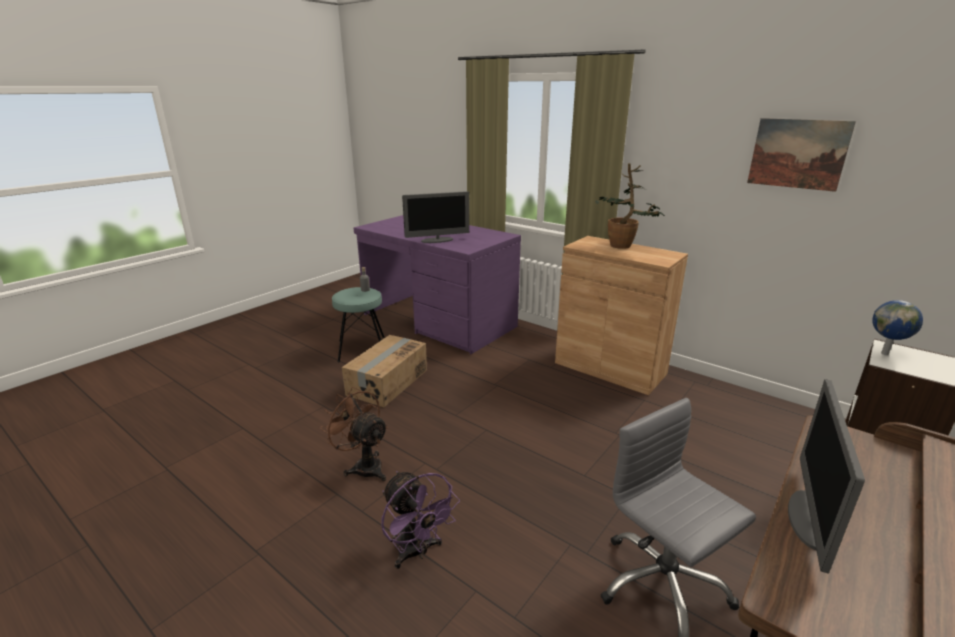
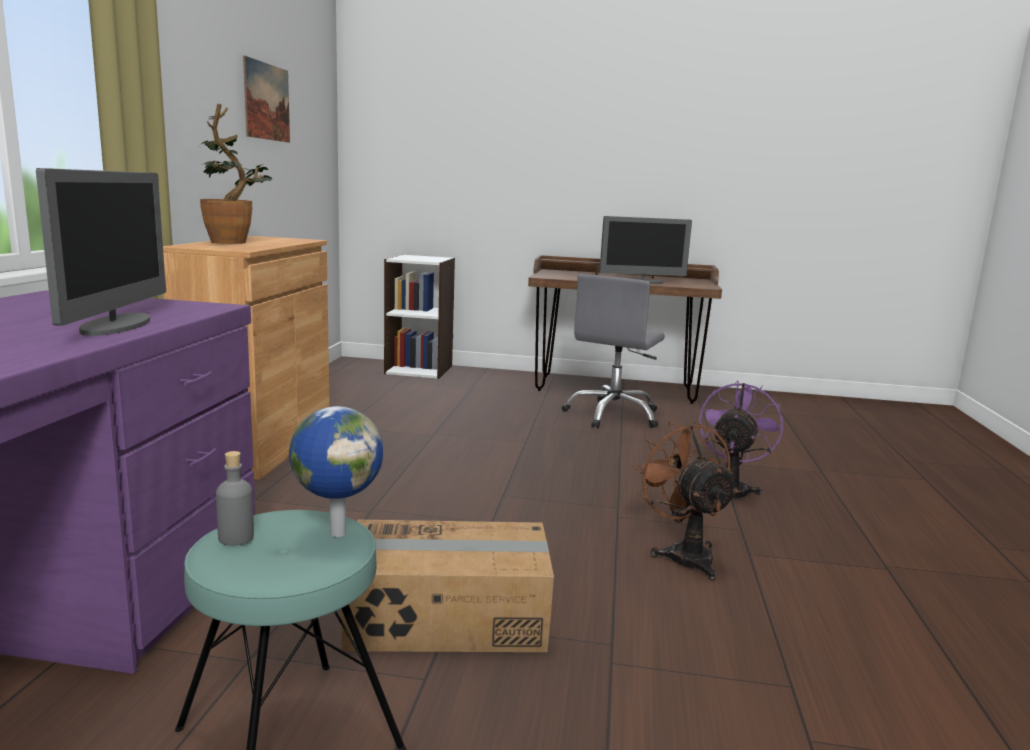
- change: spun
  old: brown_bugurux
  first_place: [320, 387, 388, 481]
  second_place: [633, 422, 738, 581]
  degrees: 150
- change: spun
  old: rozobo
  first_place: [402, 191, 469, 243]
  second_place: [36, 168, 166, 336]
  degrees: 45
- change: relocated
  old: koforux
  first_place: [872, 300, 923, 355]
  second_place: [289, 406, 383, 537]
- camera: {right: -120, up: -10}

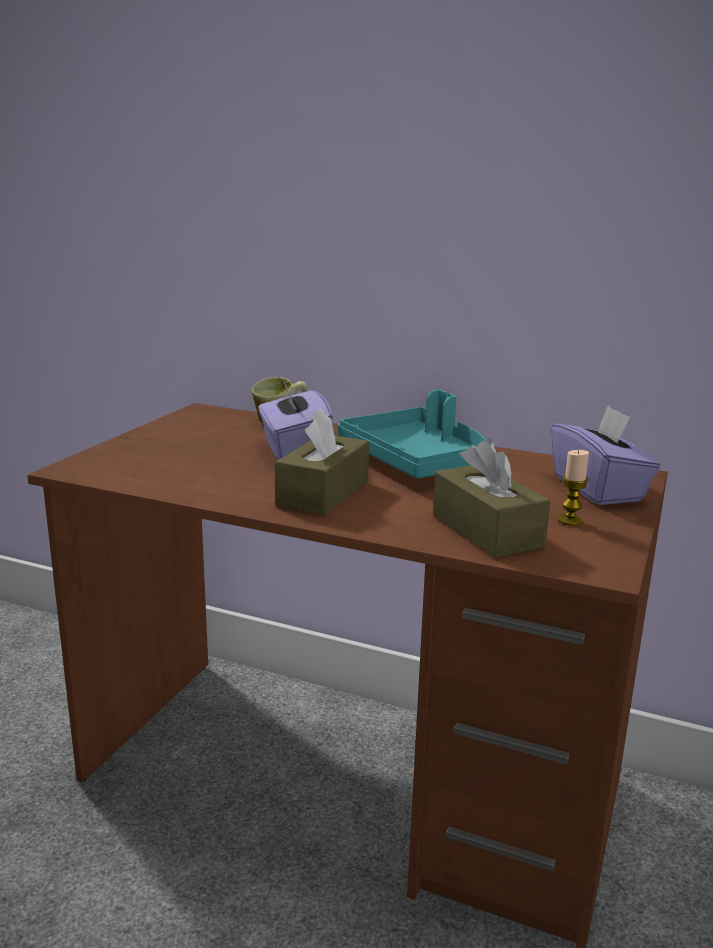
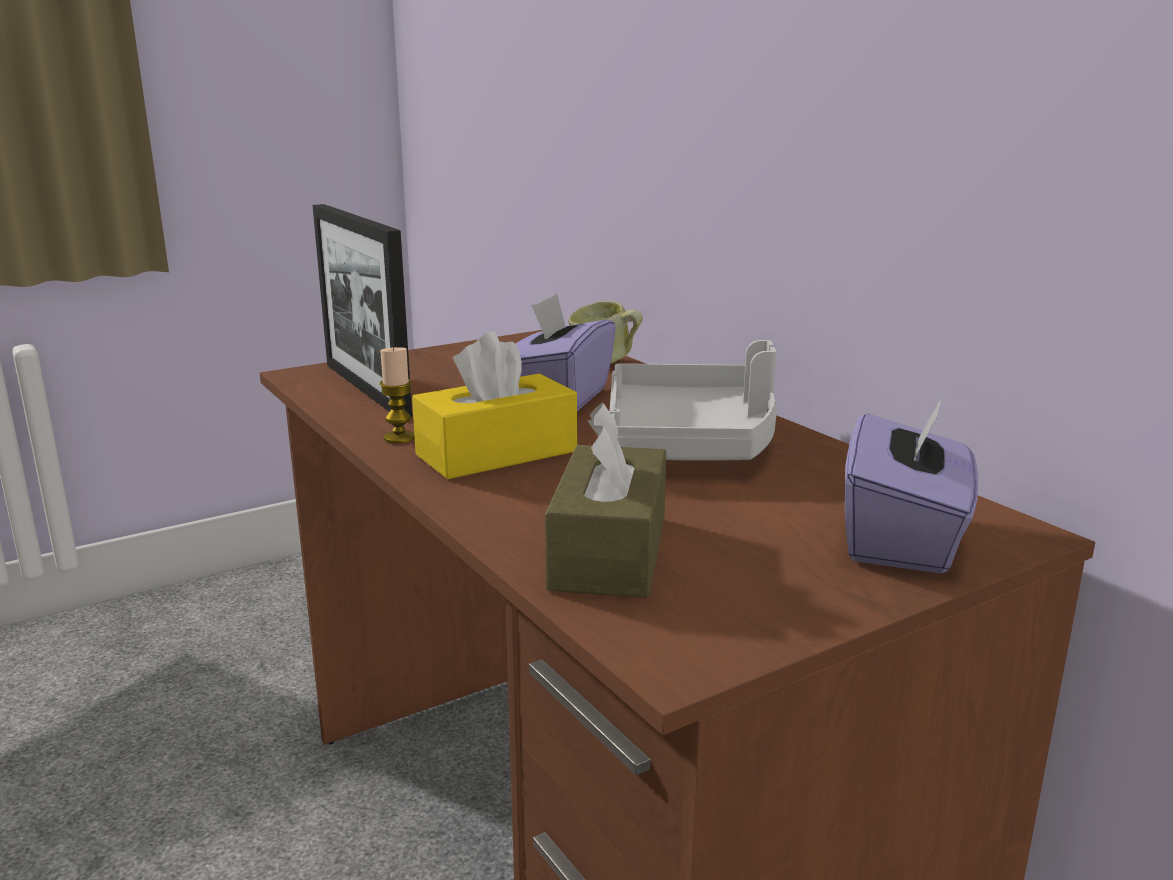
- change: colour
  old: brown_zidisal
  new: yellow_zidisal
  first_place: [275, 408, 369, 515]
  second_place: [412, 331, 577, 479]
- change: colour
  old: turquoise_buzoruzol
  new: grey_buzoruzol
  first_place: [338, 390, 485, 478]
  second_place: [609, 340, 777, 461]
- change: relocated
  old: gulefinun
  first_place: [558, 450, 589, 526]
  second_place: [379, 346, 415, 443]
- change: appeared
  new: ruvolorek
  second_place: [313, 204, 412, 418]
- camera: {right: 35, up: 0}

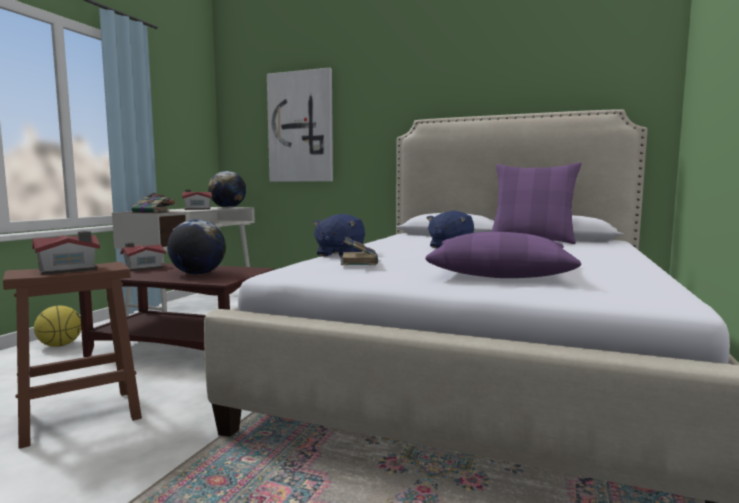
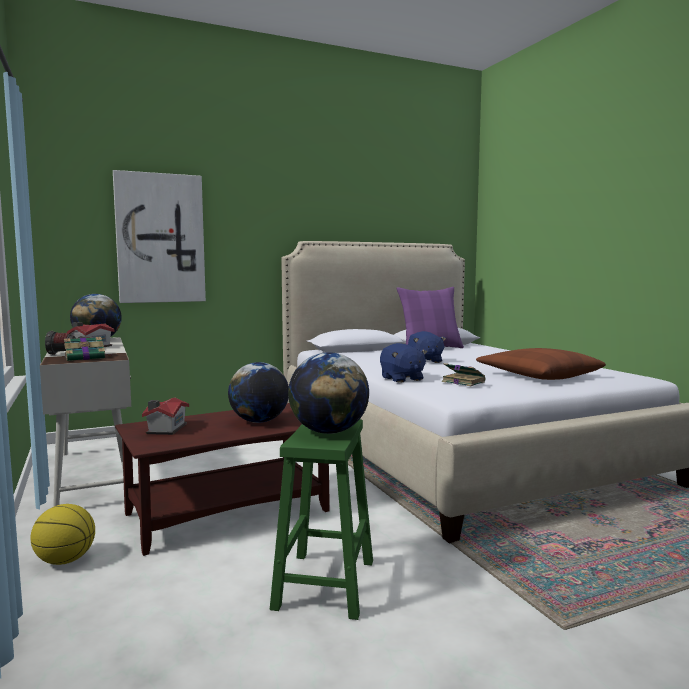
- change: colour
  old: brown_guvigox
  new: green_guvigox
  first_place: [3, 262, 142, 449]
  second_place: [270, 419, 373, 620]
- change: exchanged
  old: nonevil
  new: koforux
  first_place: [32, 231, 100, 275]
  second_place: [288, 352, 369, 434]
- change: colour
  old: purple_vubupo
  new: brown_vubupo
  first_place: [425, 232, 581, 278]
  second_place: [476, 348, 606, 380]
- camera: {right: -45, up: 0}

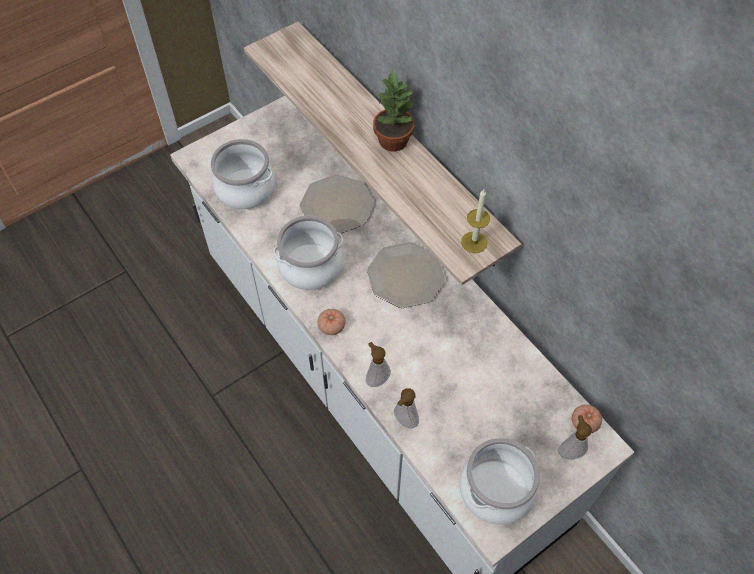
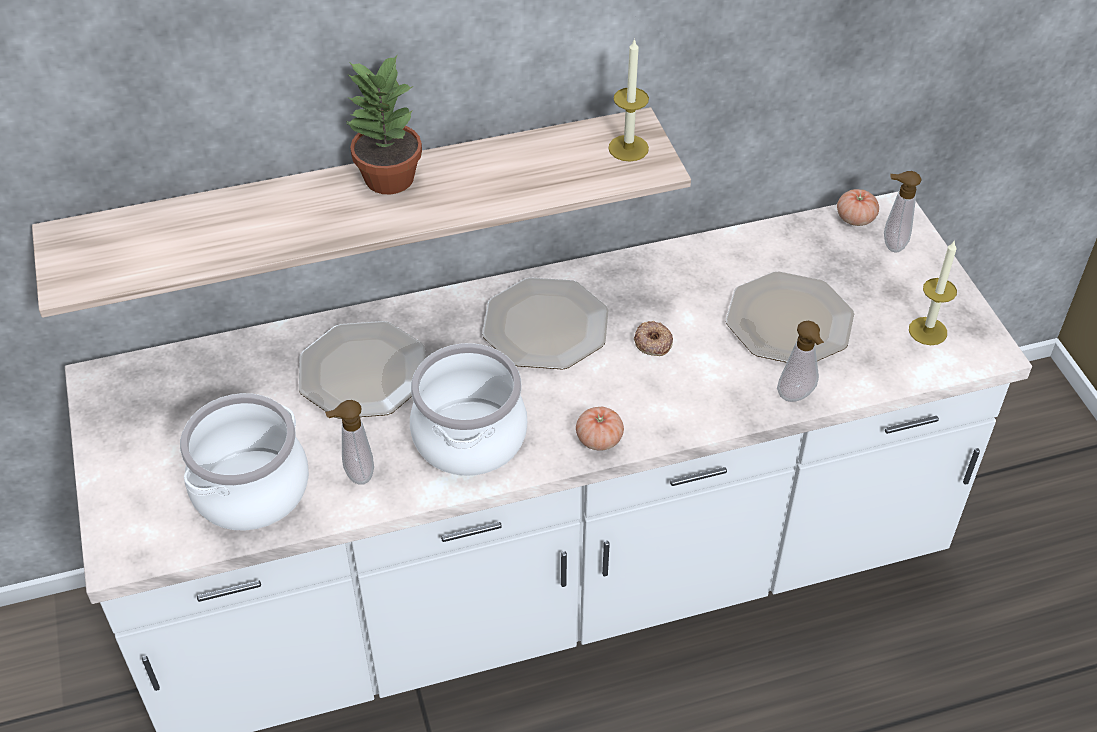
- change: relocated
  old: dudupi
  first_place: [366, 342, 391, 387]
  second_place: [325, 400, 374, 485]
- change: exchanged
  old: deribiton
  new: gulefinun
  first_place: [460, 438, 540, 525]
  second_place: [909, 240, 957, 345]
- change: appeared
  new: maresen
  second_place: [634, 321, 673, 356]
- change: appeared
  new: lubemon
  second_place: [726, 272, 854, 363]
- camera: {right: -70, up: -10}

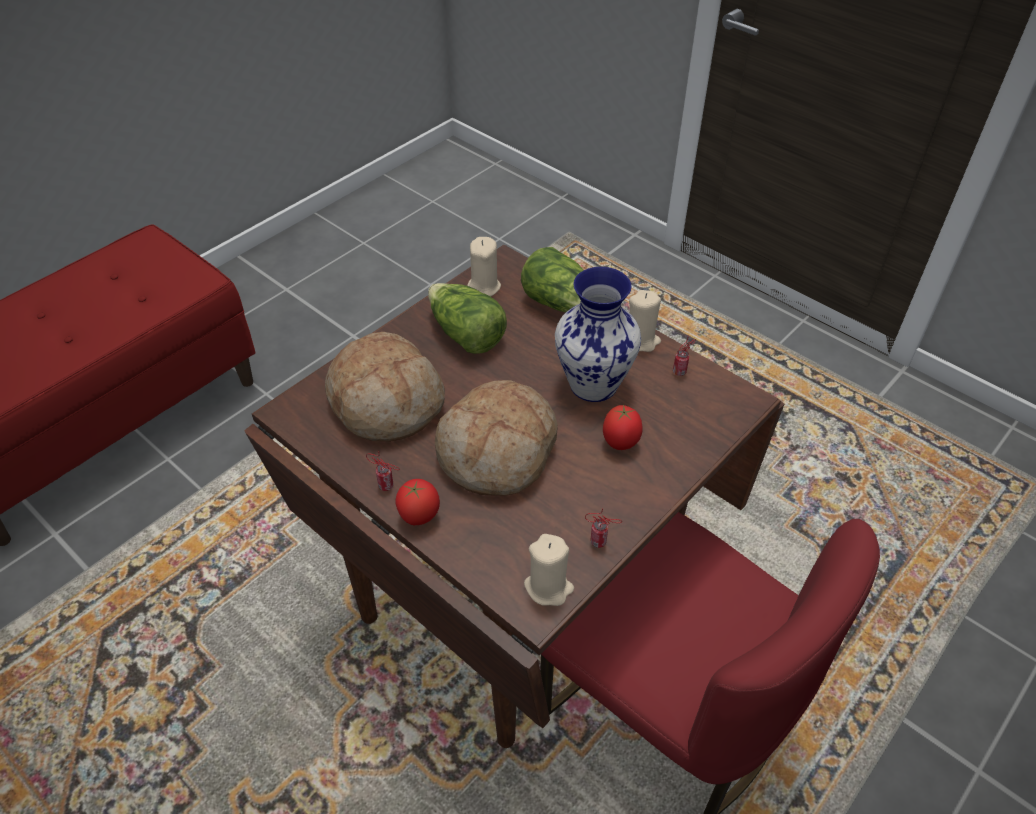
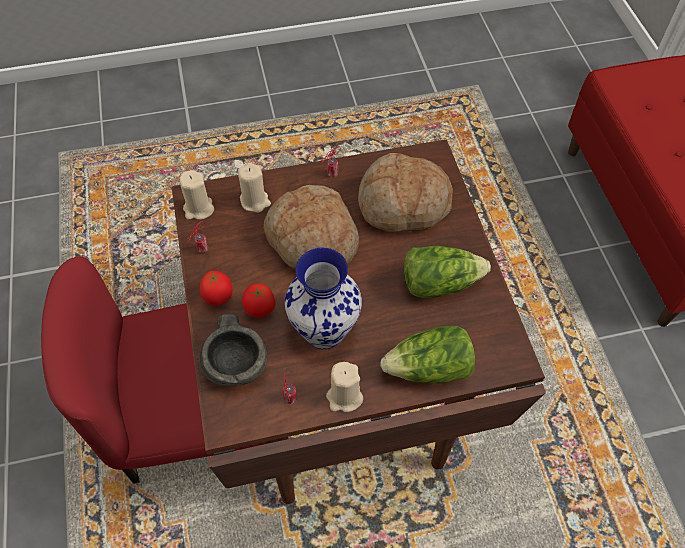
- change: relocated
  old: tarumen
  first_place: [395, 479, 440, 525]
  second_place: [200, 271, 232, 306]
- change: relocated
  old: beige_gulefinun
  first_place: [467, 237, 501, 297]
  second_place: [238, 163, 271, 213]
- change: appeared
  new: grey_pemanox
  second_place: [199, 314, 267, 387]
- camera: {right: 125, up: 10}

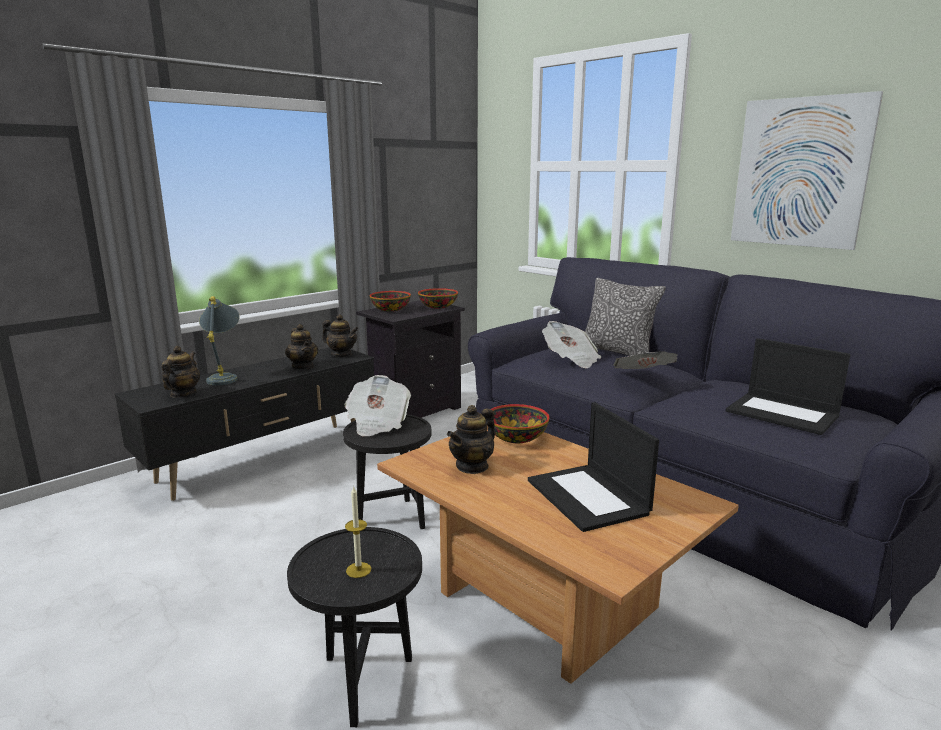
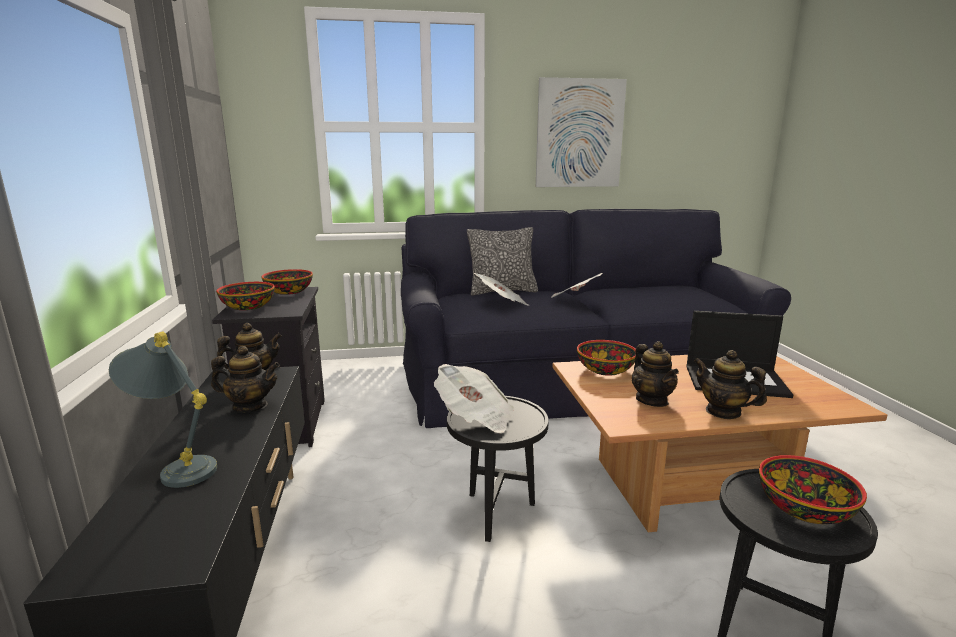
- change: relocated
  old: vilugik
  first_place: [162, 346, 200, 398]
  second_place: [694, 350, 767, 419]
- change: exchanged
  old: gulefinun
  new: pemanox
  first_place: [345, 487, 371, 578]
  second_place: [759, 455, 867, 524]
- change: missing
  old: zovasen
  first_place: [726, 338, 851, 435]
- camera: {right: -55, up: 0}

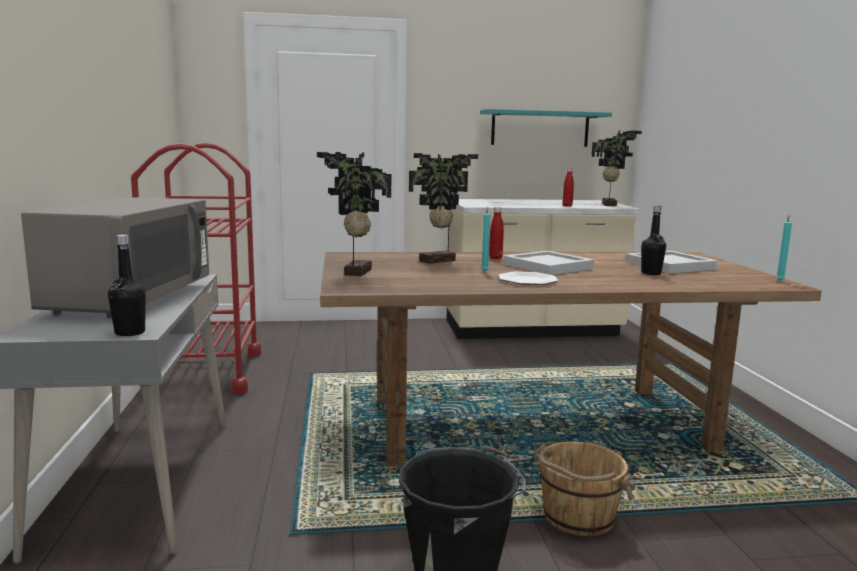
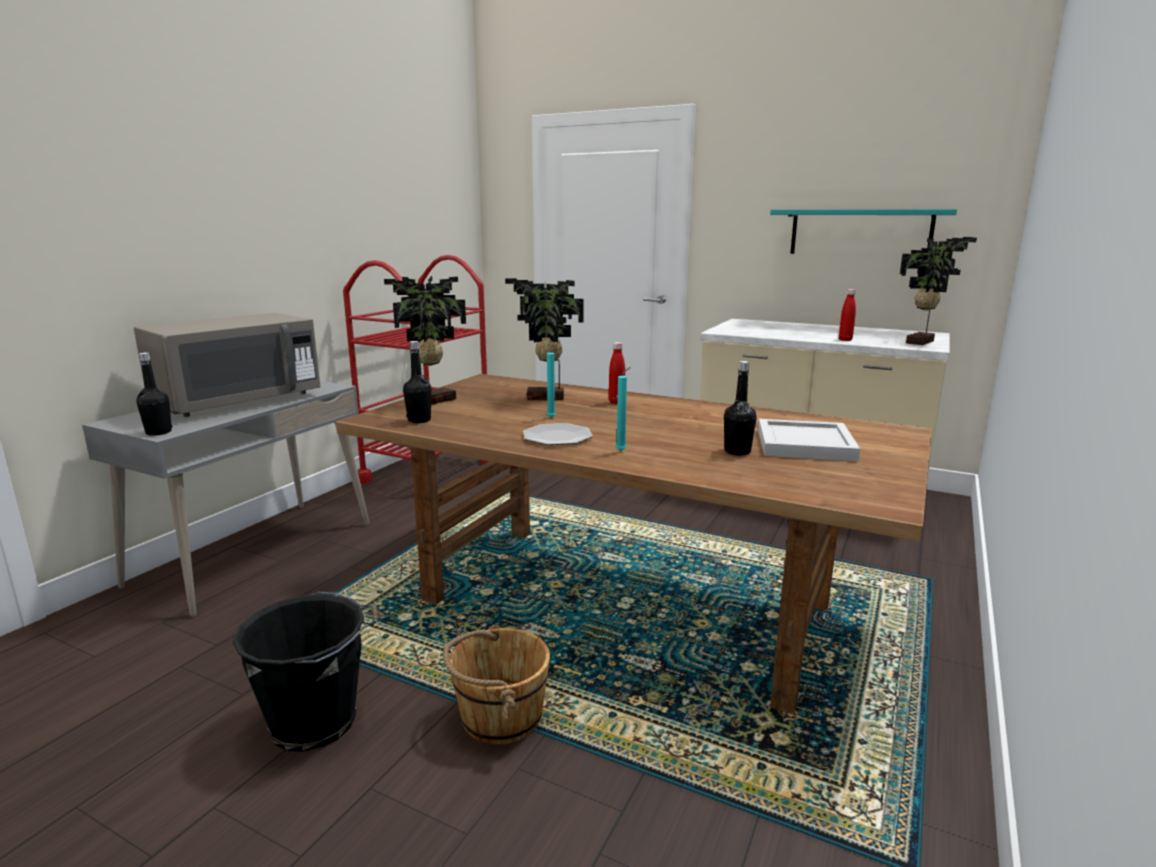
- change: missing
  old: white_buzoruzol
  first_place: [503, 251, 594, 275]
- change: relocated
  old: turquoise_gulefinun
  first_place: [776, 215, 792, 281]
  second_place: [616, 367, 631, 451]
- change: appeared
  new: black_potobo
  second_place: [403, 341, 432, 423]
- camera: {right: 35, up: 5}

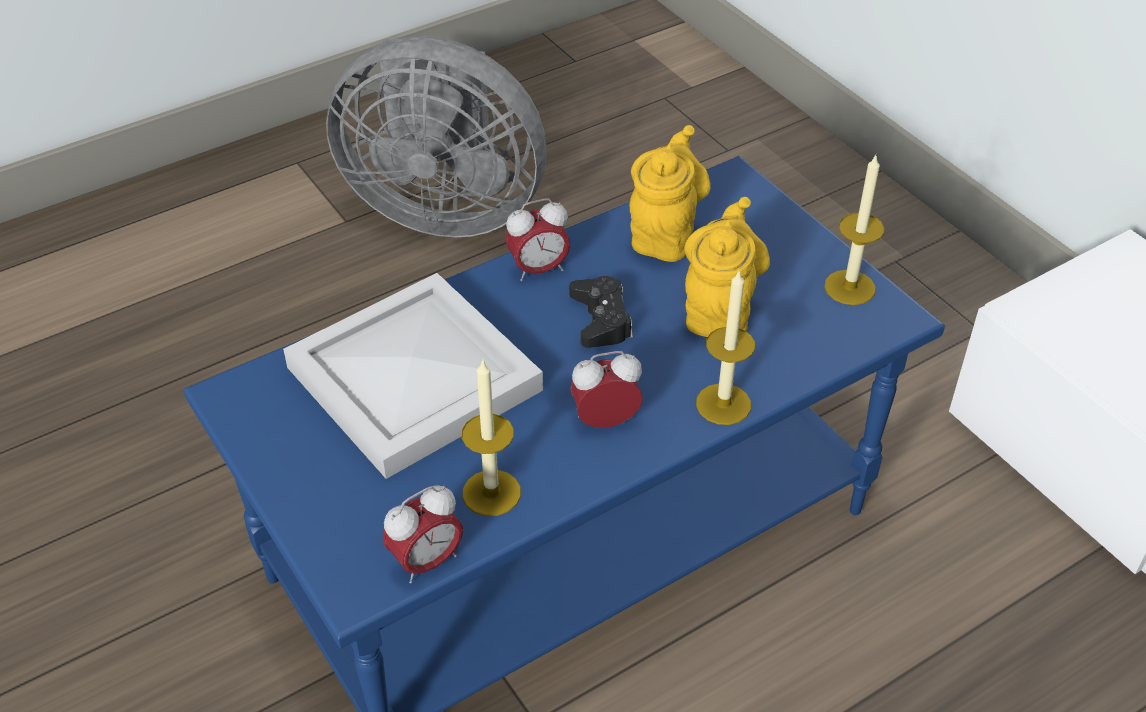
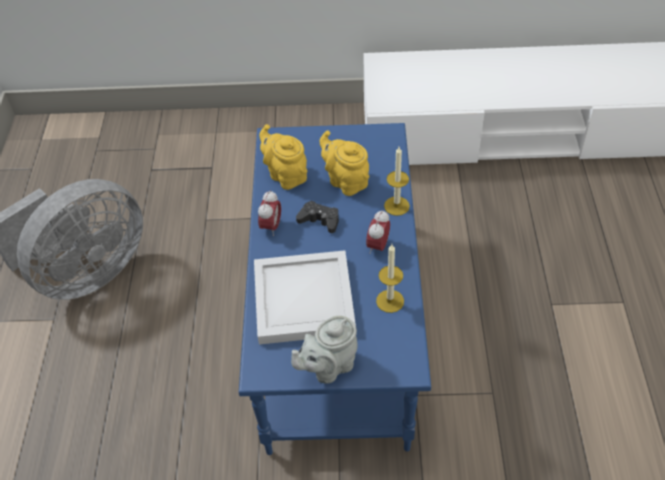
- change: missing
  old: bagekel
  first_place: [383, 485, 463, 583]
- change: missing
  old: gulefinun
  first_place: [824, 153, 884, 305]
- change: appeared
  new: grey_vilugik
  second_place: [291, 316, 358, 384]
- camera: {right: -55, up: 5}

